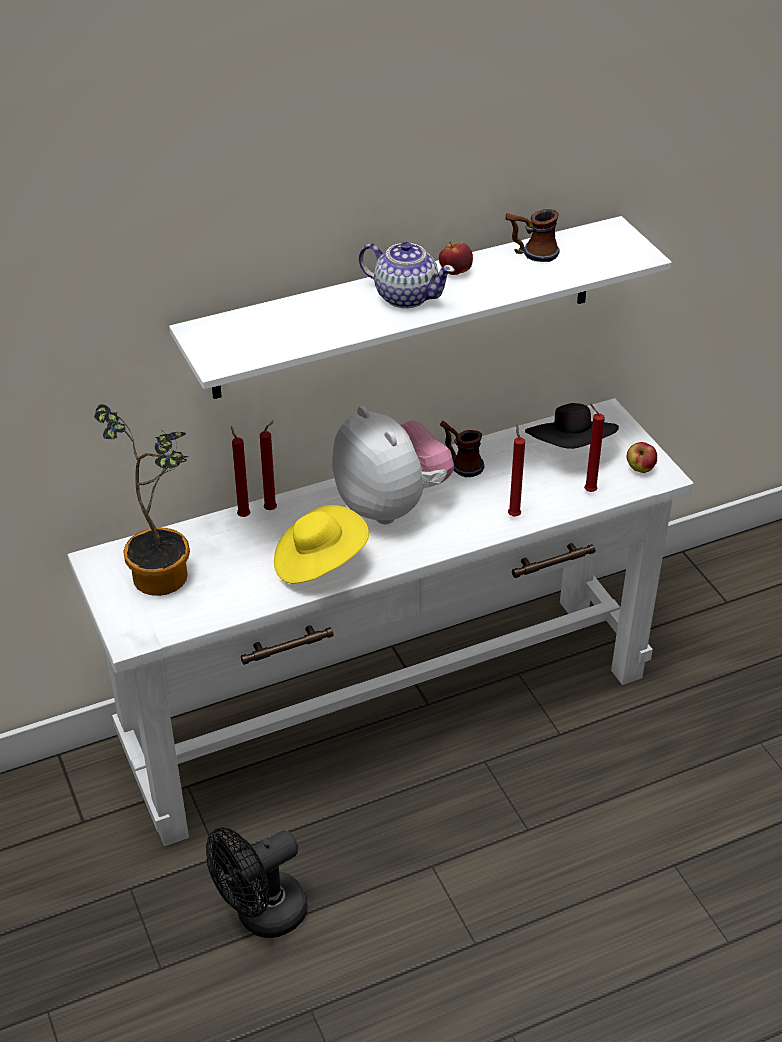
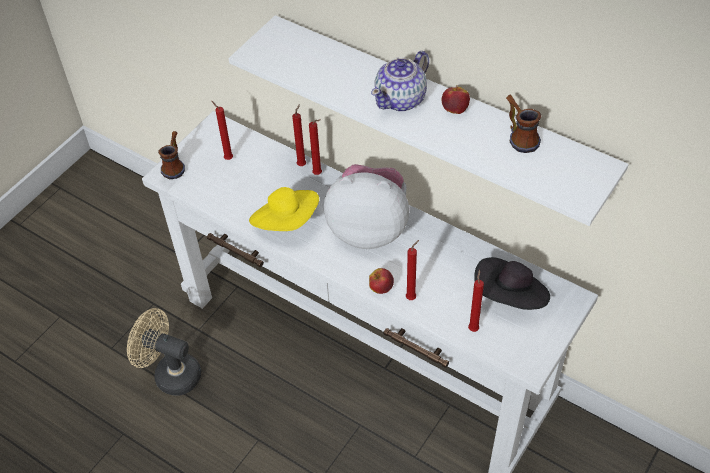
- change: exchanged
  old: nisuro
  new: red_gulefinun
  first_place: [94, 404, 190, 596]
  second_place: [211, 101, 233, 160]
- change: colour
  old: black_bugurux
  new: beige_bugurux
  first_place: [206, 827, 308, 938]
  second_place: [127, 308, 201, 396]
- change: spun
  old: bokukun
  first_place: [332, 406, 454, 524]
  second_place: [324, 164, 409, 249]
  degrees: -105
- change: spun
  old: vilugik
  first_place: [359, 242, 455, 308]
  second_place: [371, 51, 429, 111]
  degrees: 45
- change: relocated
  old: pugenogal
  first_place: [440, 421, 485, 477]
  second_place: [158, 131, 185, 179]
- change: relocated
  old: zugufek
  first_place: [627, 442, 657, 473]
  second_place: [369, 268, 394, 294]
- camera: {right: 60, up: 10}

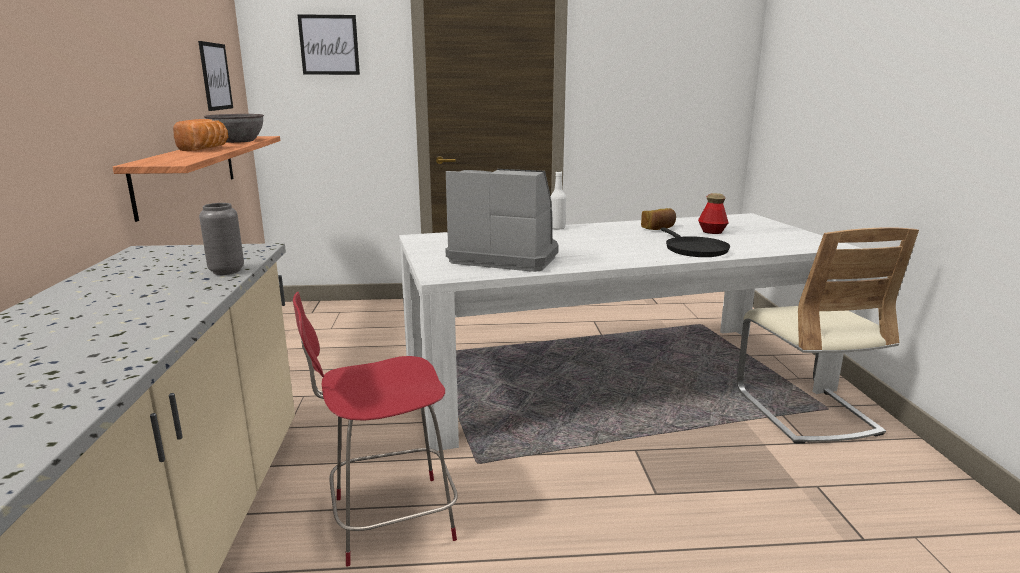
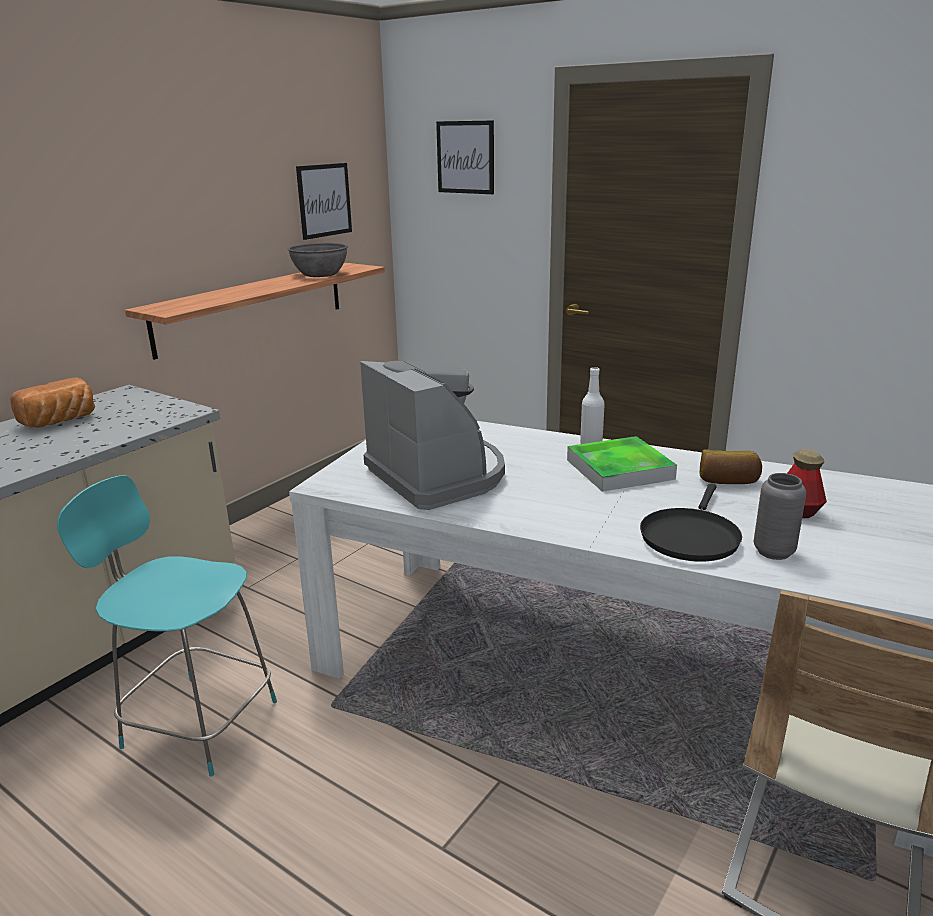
- change: relocated
  old: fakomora
  first_place: [173, 119, 228, 151]
  second_place: [10, 378, 95, 427]
- change: relocated
  old: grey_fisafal
  first_place: [199, 203, 244, 275]
  second_place: [754, 473, 806, 560]
- change: colour
  old: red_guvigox
  new: turquoise_guvigox
  first_place: [293, 292, 458, 566]
  second_place: [57, 475, 277, 777]
- change: appeared
  new: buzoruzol
  second_place: [567, 436, 677, 492]
- camera: {right: 40, up: 5}

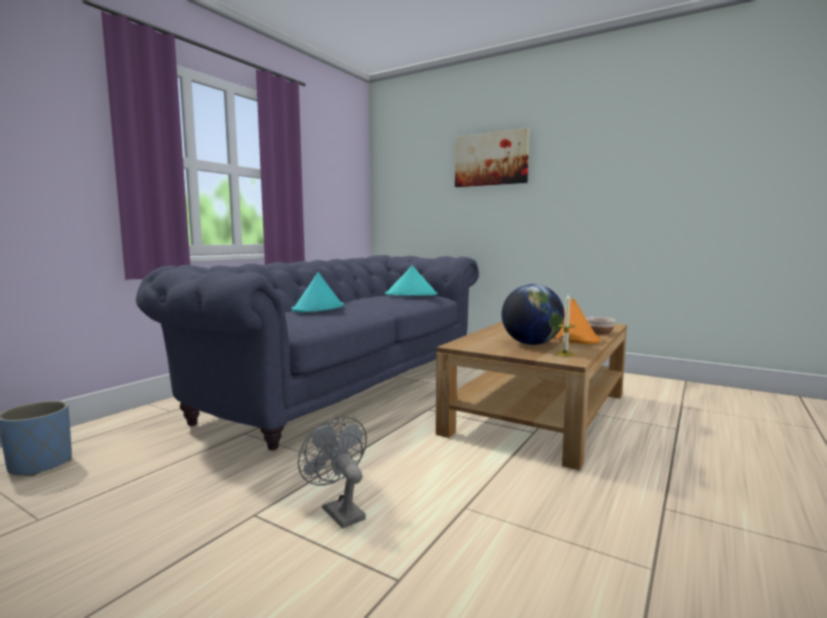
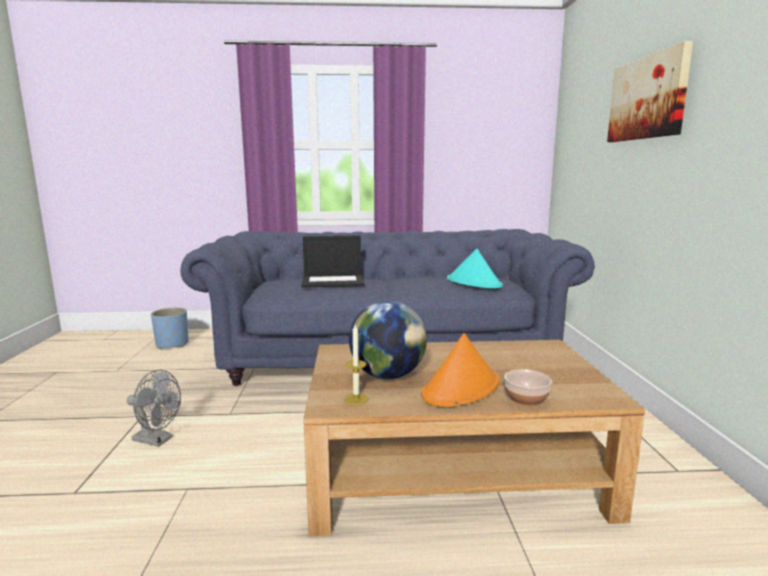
- change: exchanged
  old: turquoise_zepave
  new: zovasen
  first_place: [292, 272, 344, 312]
  second_place: [301, 235, 364, 288]
- change: spun
  old: grey_bugurux
  first_place: [298, 416, 367, 529]
  second_place: [127, 370, 181, 447]
  degrees: 90
- camera: {right: 55, up: 5}

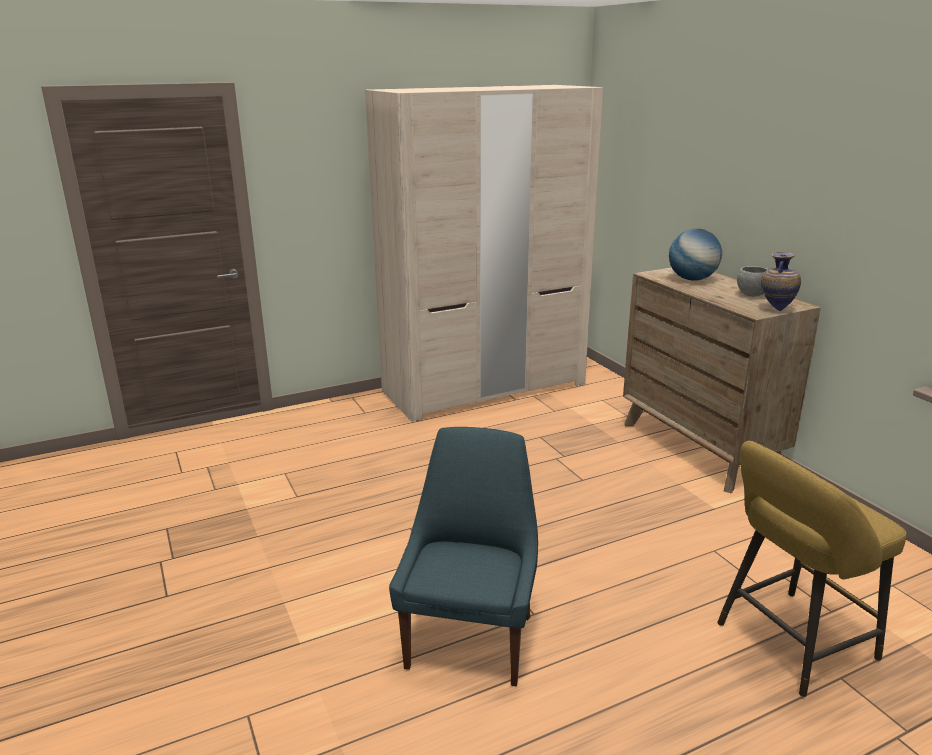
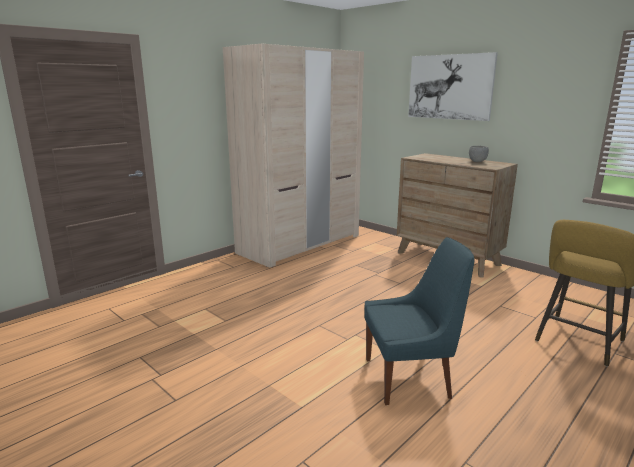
- change: spun
  old: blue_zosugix
  first_place: [389, 427, 538, 686]
  second_place: [364, 237, 474, 405]
  degrees: 90
- change: missing
  old: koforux
  first_place: [669, 229, 722, 281]
- change: missing
  old: fisafal
  first_place: [761, 252, 801, 311]
- change: appeared
  new: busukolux
  second_place: [408, 52, 498, 121]
- camera: {right: -20, up: -5}

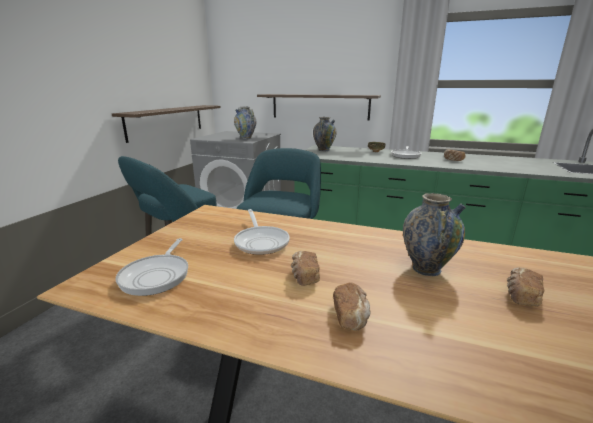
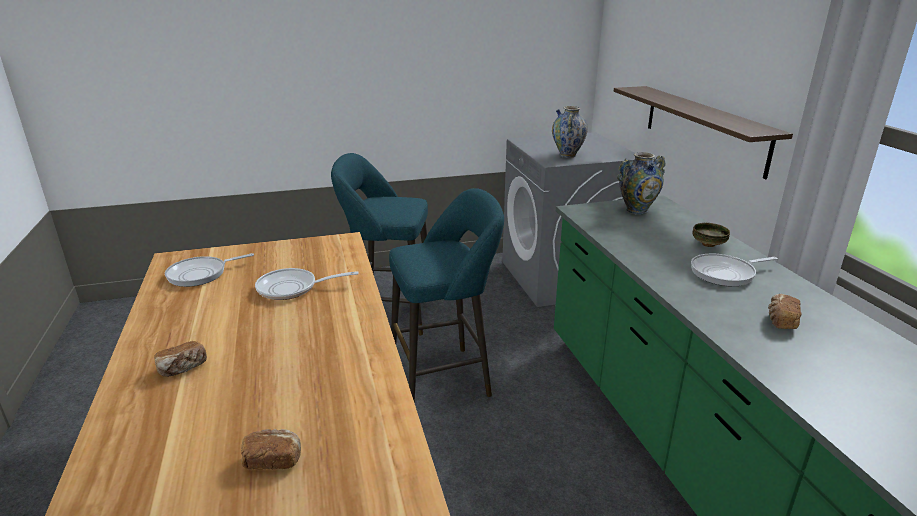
- change: missing
  old: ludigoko
  first_place: [112, 105, 221, 143]
- change: spun
  old: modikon
  first_place: [234, 209, 290, 255]
  second_place: [255, 268, 358, 300]
  degrees: 45
- change: missing
  old: fakomora
  first_place: [291, 251, 320, 286]
- change: missing
  old: fisafal
  first_place: [403, 193, 466, 276]
- camera: {right: 55, up: 5}

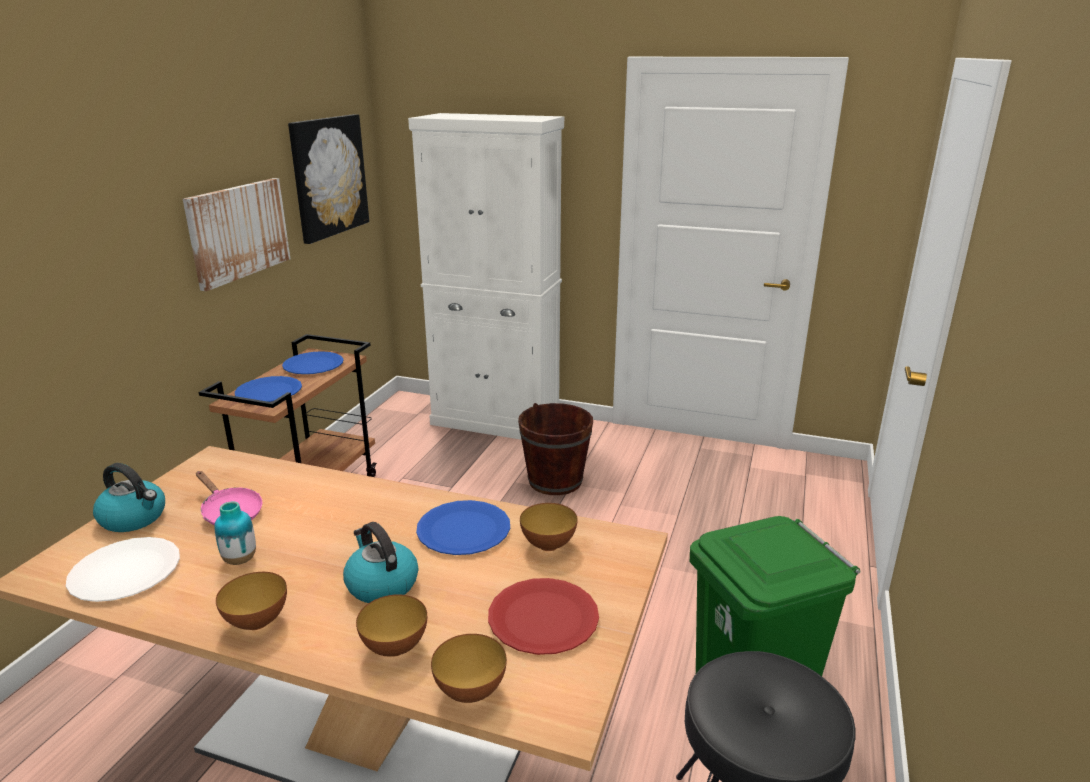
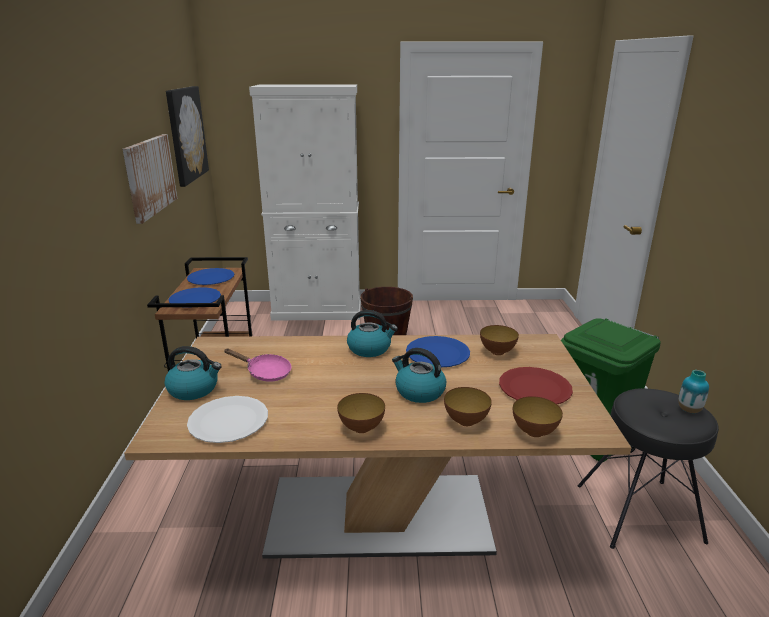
- change: relocated
  old: fisafal
  first_place: [215, 501, 256, 565]
  second_place: [678, 370, 709, 413]
- change: appeared
  new: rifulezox
  second_place: [347, 310, 398, 357]
- camera: {right: -20, up: 0}

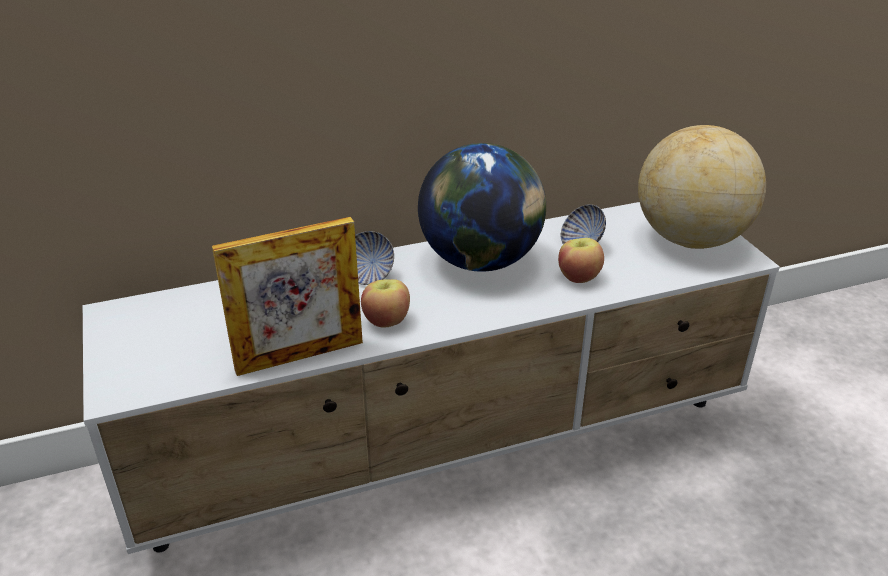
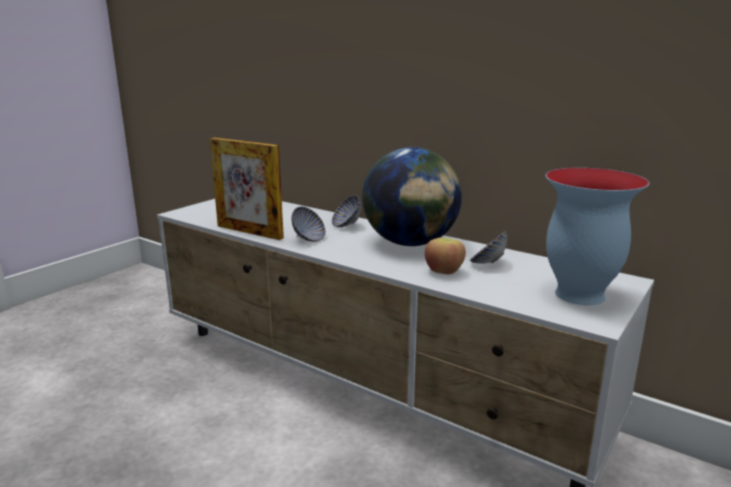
- change: exchanged
  old: zugufek
  new: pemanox
  first_place: [361, 279, 410, 328]
  second_place: [291, 207, 326, 242]
- change: exchanged
  old: koforux
  new: fisafal
  first_place: [638, 125, 766, 249]
  second_place: [545, 168, 650, 305]
- camera: {right: 55, up: -15}

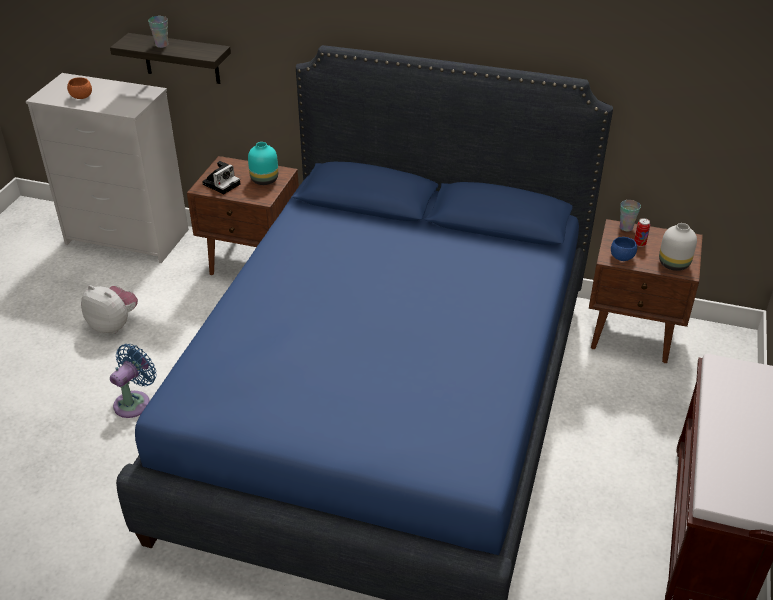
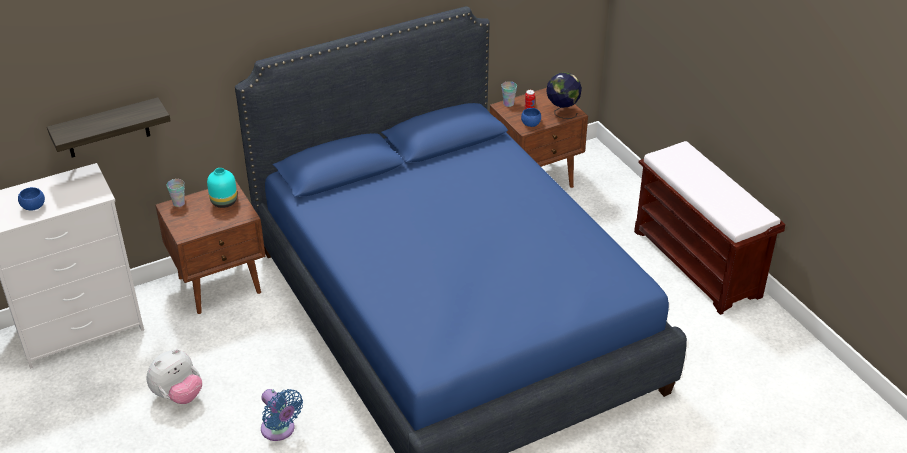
- change: colour
  old: orange_pemanox
  new: blue_pemanox
  first_place: [67, 77, 92, 99]
  second_place: [18, 187, 45, 211]
- change: spun
  old: bokukun
  first_place: [81, 285, 138, 334]
  second_place: [146, 349, 202, 404]
  degrees: 150
- change: spun
  old: blue_bugurux
  first_place: [110, 344, 157, 418]
  second_place: [261, 389, 303, 441]
  degrees: 150
- change: relocated
  old: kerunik
  first_place: [148, 16, 168, 48]
  second_place: [167, 179, 185, 207]
- change: missing
  old: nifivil
  first_place: [202, 161, 240, 194]
- change: exchanged
  old: white_fisafal
  new: koforux
  first_place: [659, 223, 697, 271]
  second_place: [546, 72, 582, 119]
- camera: {right: -45, up: 0}

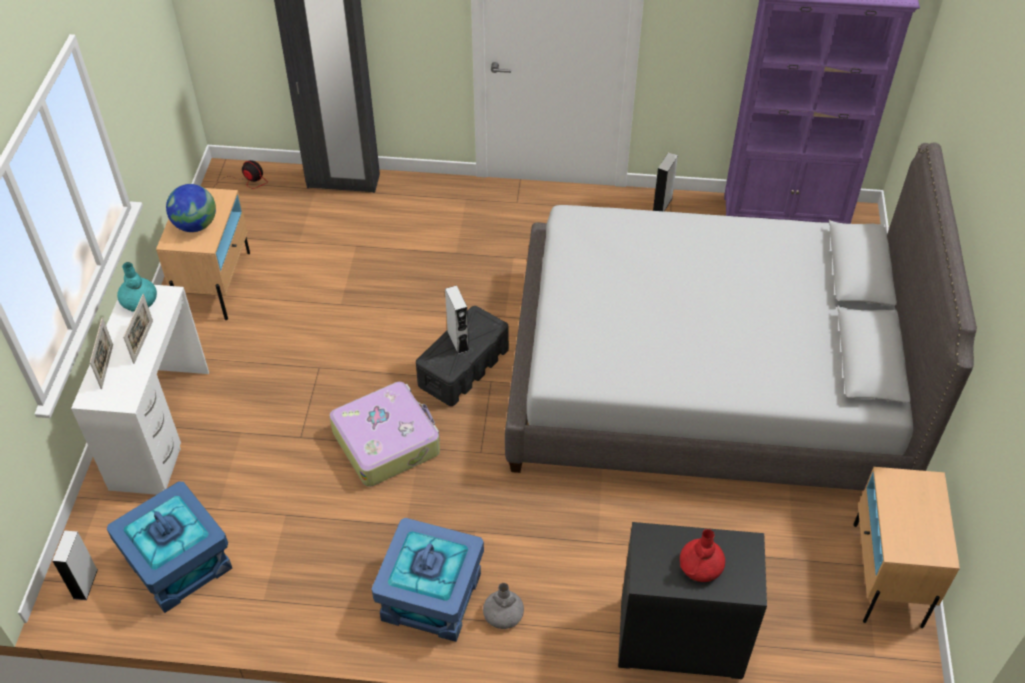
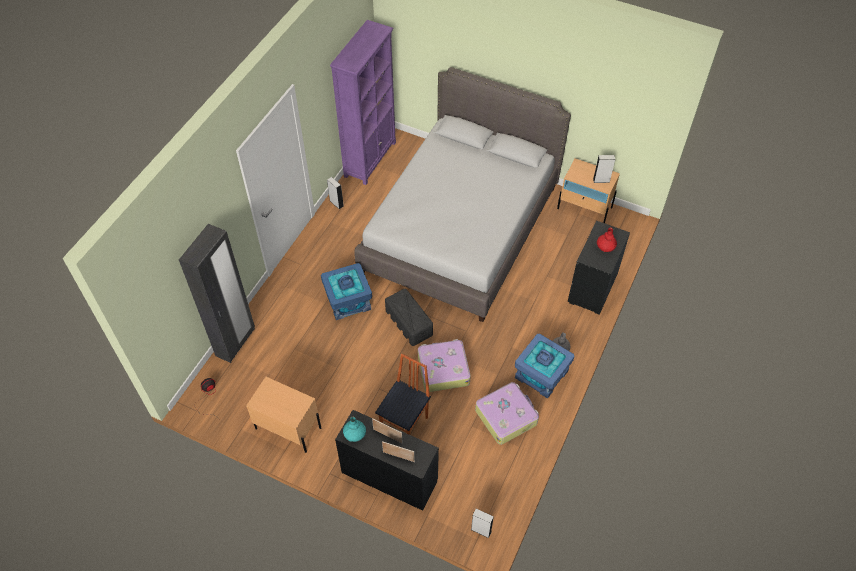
- change: colour
  old: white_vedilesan
  new: black_vedilesan
  first_place: [71, 285, 209, 495]
  second_place: [335, 410, 439, 511]
- change: relocated
  old: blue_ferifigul
  first_place: [107, 481, 232, 613]
  second_place: [321, 263, 372, 320]
- change: missing
  old: koforux
  first_place: [166, 184, 216, 232]
- change: relocated
  old: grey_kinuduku
  first_place: [445, 285, 469, 354]
  second_place: [593, 155, 615, 183]
- change: appeared
  new: zosugix
  second_place: [375, 354, 431, 435]
- change: appeared
  new: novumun
  second_place: [475, 382, 539, 445]
- camera: {right: -70, up: 5}

